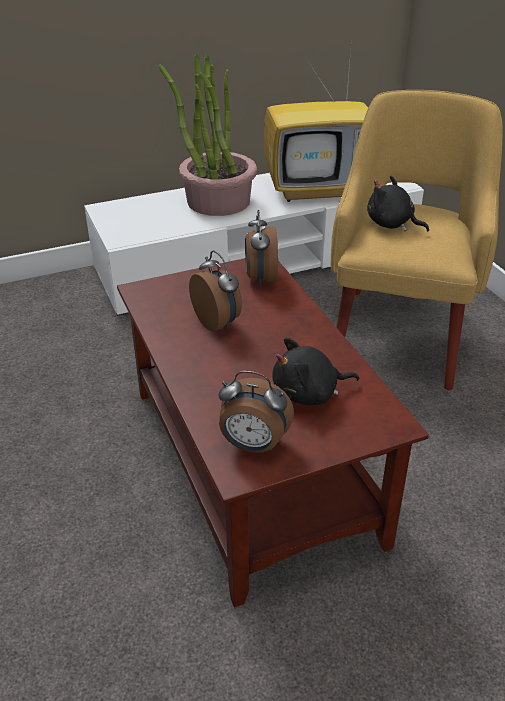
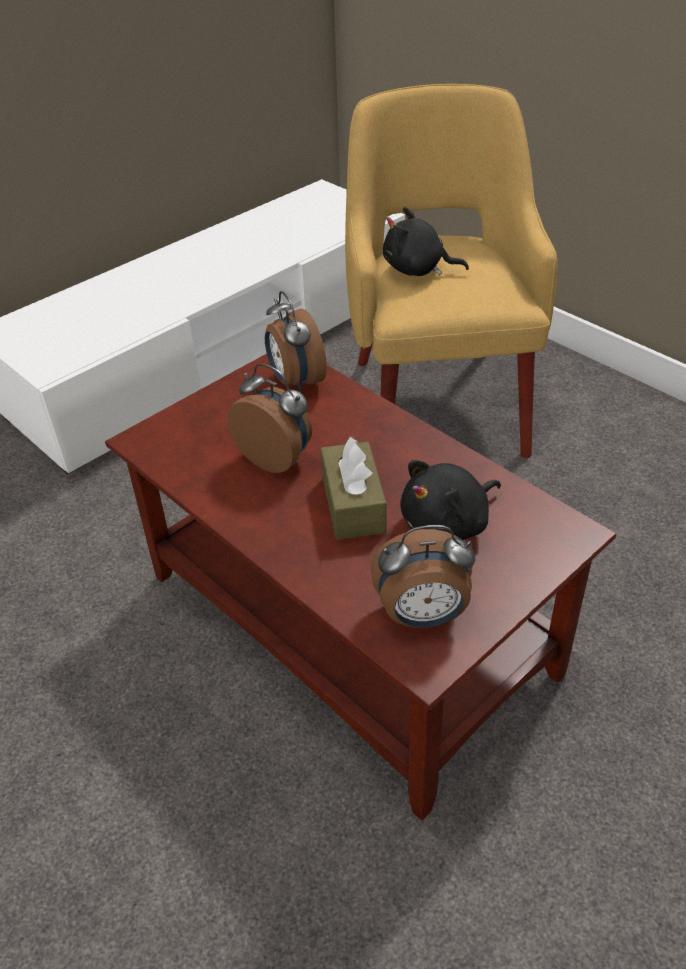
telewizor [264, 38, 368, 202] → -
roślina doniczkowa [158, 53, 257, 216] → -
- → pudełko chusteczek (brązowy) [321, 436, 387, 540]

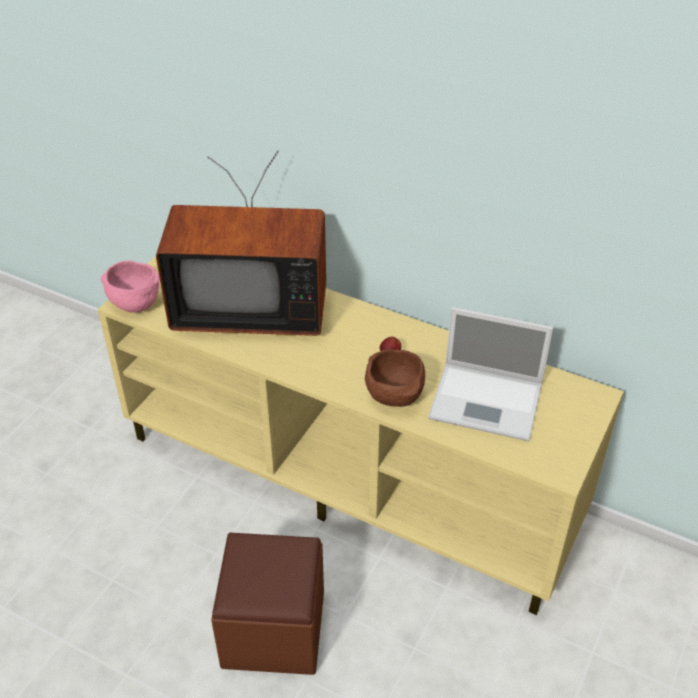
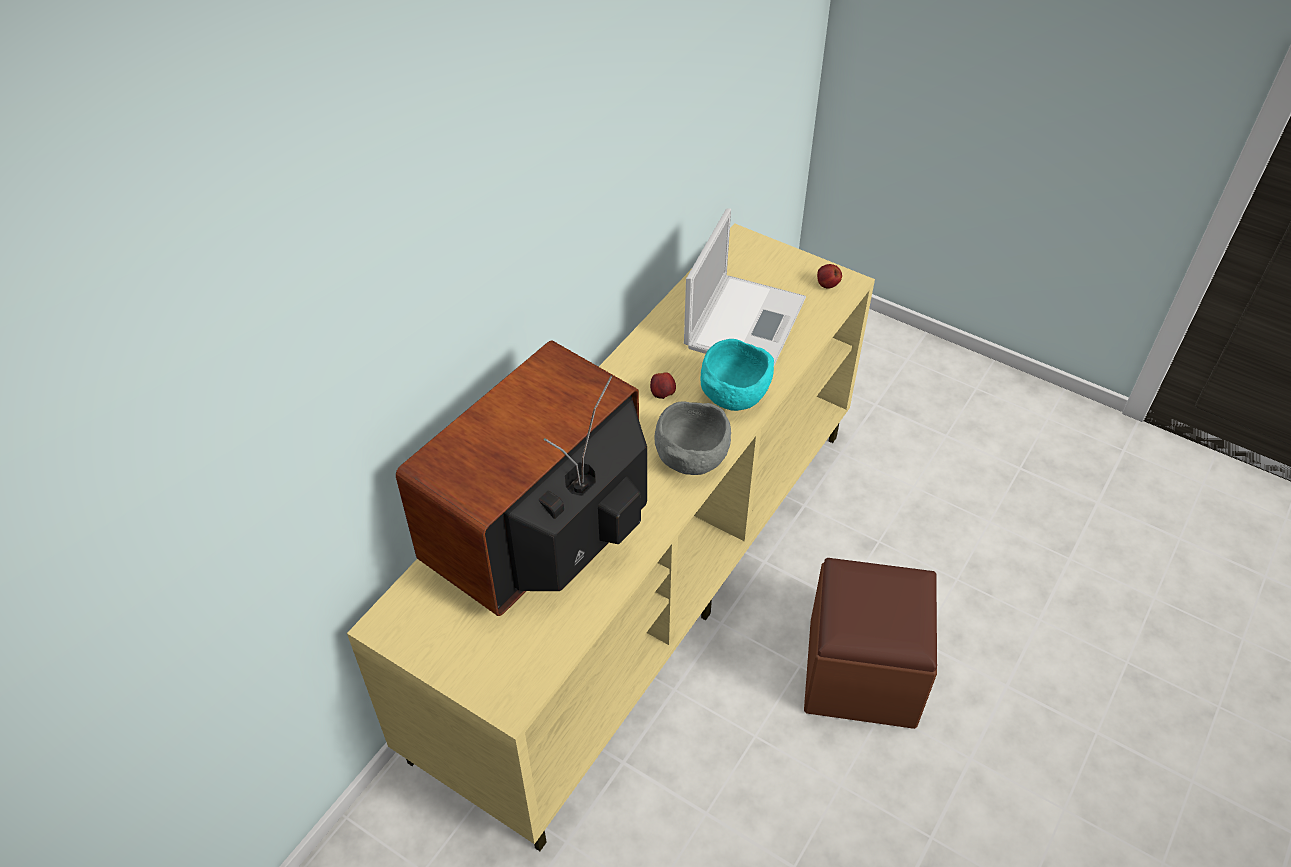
telewizor [156, 150, 326, 336] → telewizor [396, 340, 647, 616], 150 degrees counterclockwise
miska (różowy) [101, 261, 160, 313] → -
miska (brązowy) [365, 349, 425, 407] → miska (turkusowy) [701, 339, 774, 411]
- → jabłko [817, 264, 842, 289]
- → miska (szary) [655, 401, 731, 475]

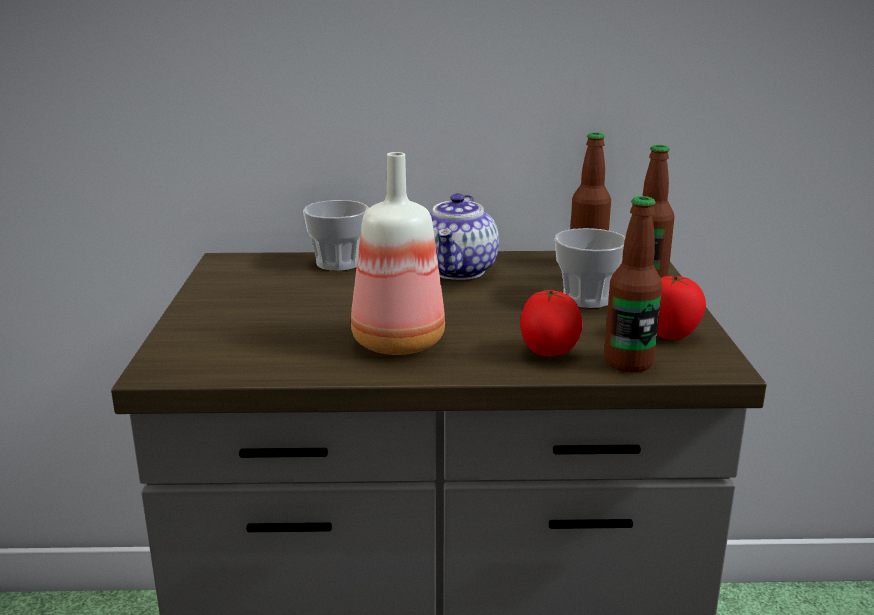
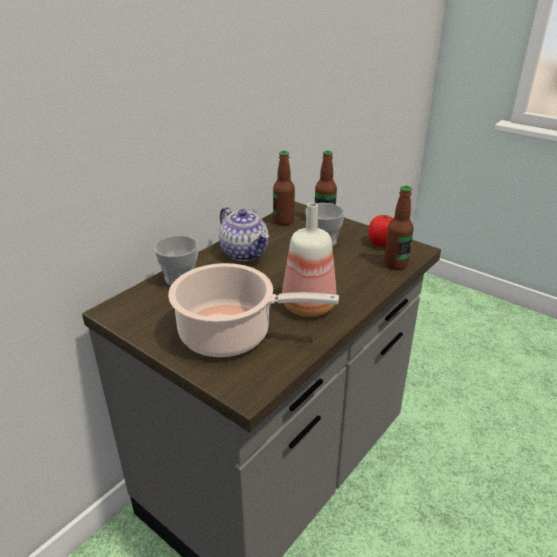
pomidor [520, 289, 583, 357] → -
- → garnek [168, 263, 339, 357]

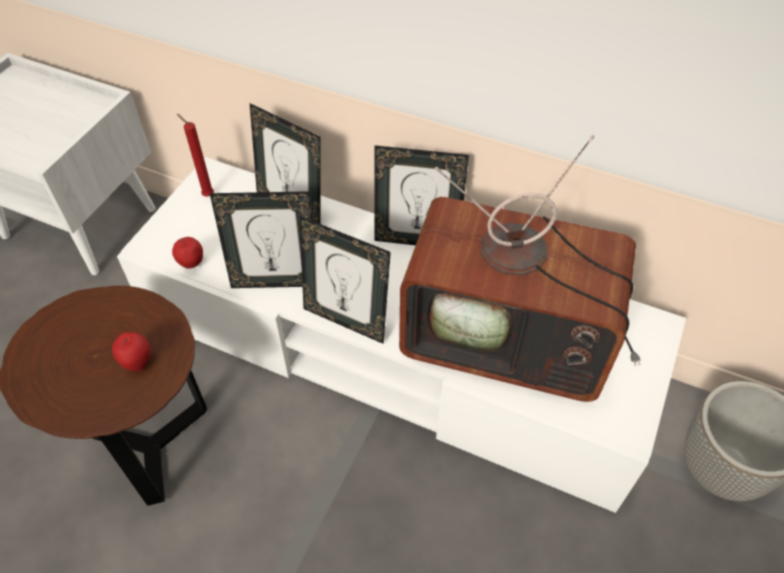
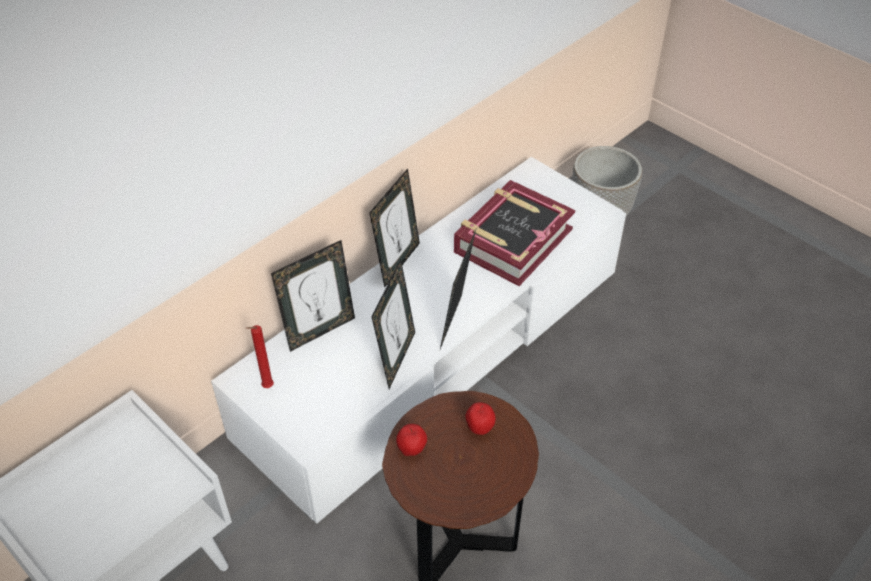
telewizor [399, 134, 641, 402] → książka [454, 180, 575, 286]
ramka na zdjęcie [299, 216, 391, 344] → ramka na zdjęcie [440, 230, 476, 349], 150 degrees clockwise
jabłko [172, 237, 203, 269] → jabłko [396, 424, 427, 456], move

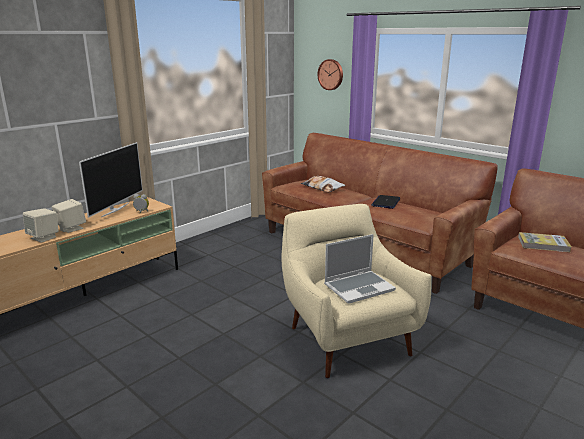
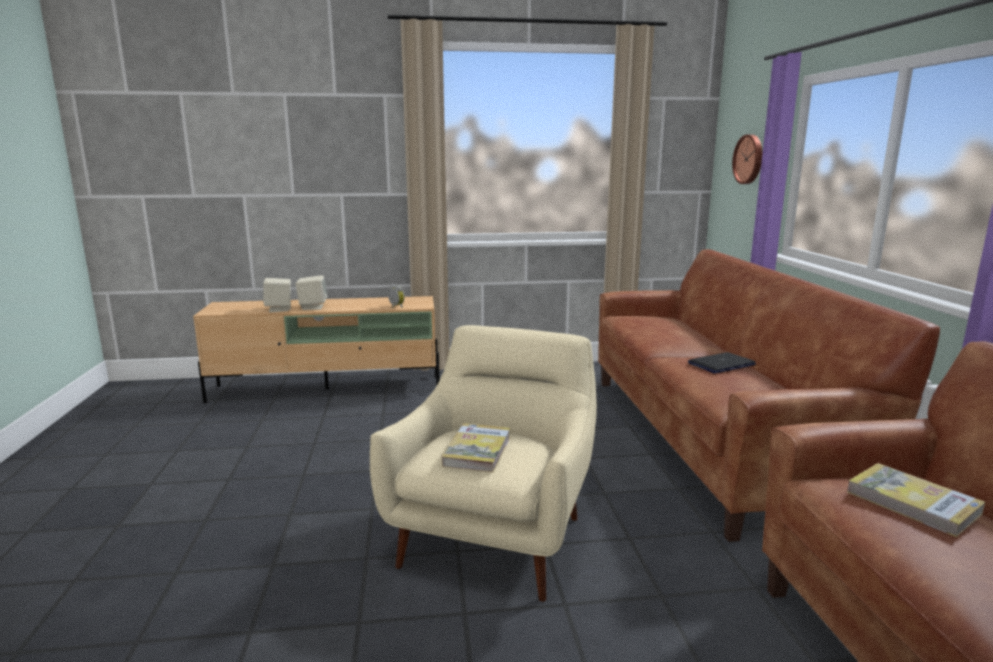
telewizor [79, 142, 143, 218] → -
poduszka [301, 176, 345, 192] → -
laptop [324, 234, 396, 304] → książka [442, 423, 510, 472]

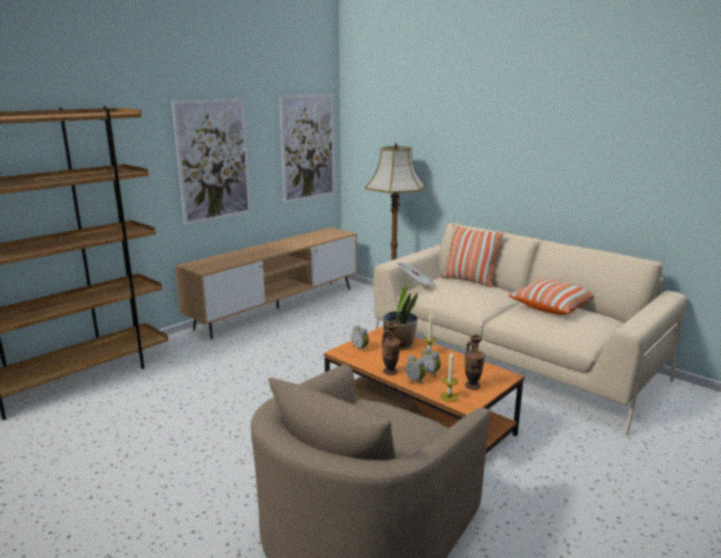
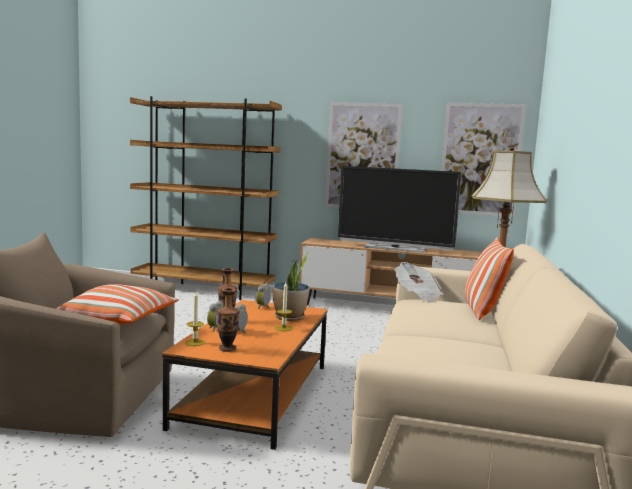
poduszka [508, 279, 595, 315] → poduszka [56, 284, 178, 324], move
- → telewizor [338, 166, 462, 253]

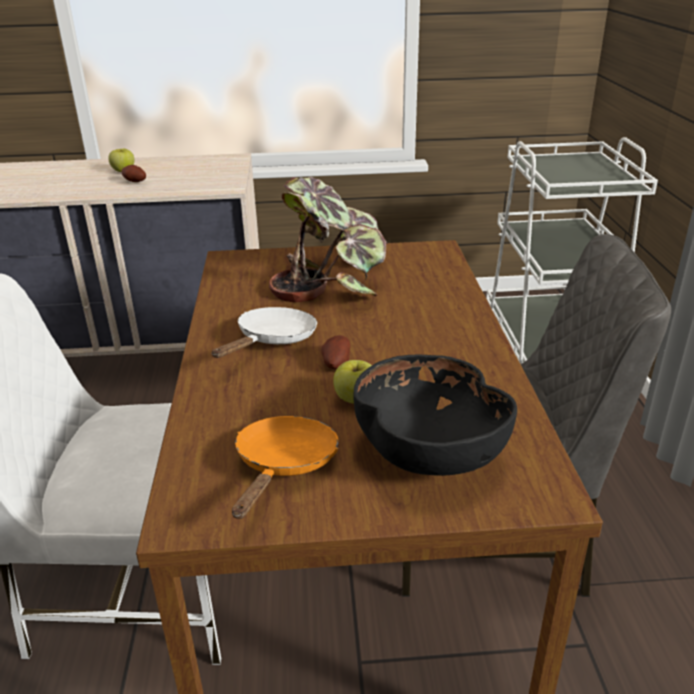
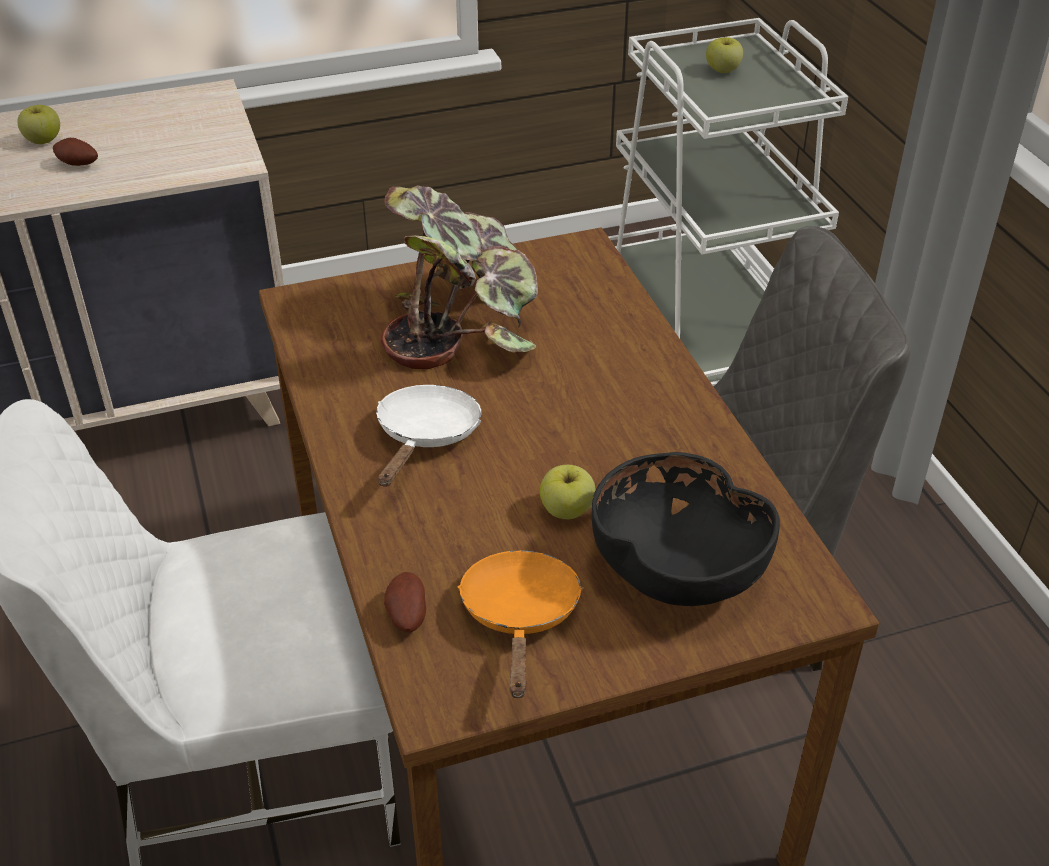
ziemniak [321, 335, 350, 369] → ziemniak [384, 572, 426, 632], move
- → jabłko [706, 37, 743, 73]

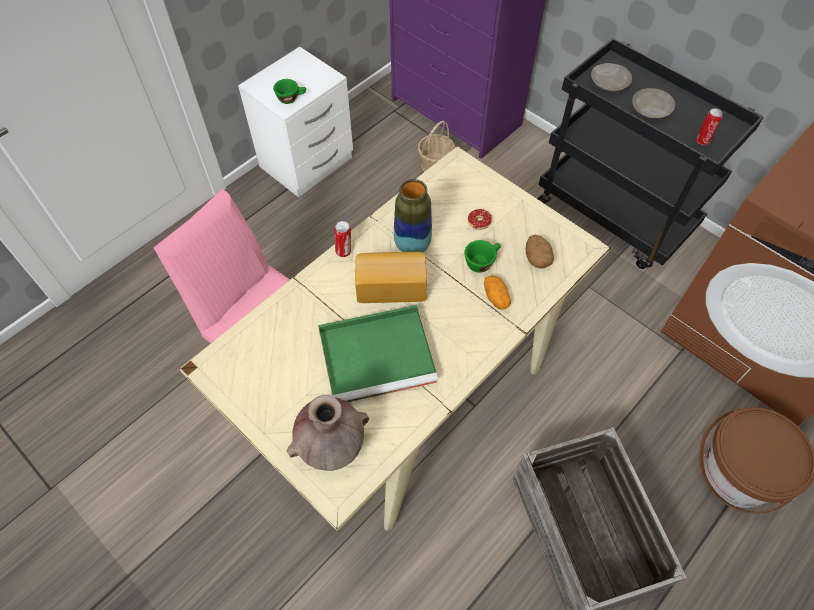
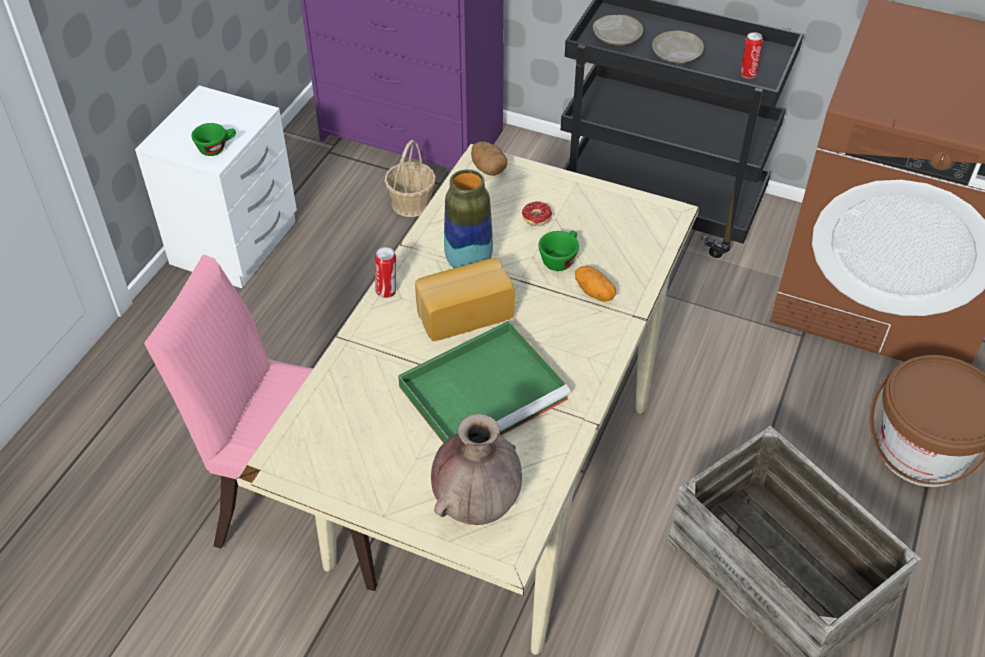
ziemniak [525, 235, 554, 269] → ziemniak [471, 141, 507, 176], move

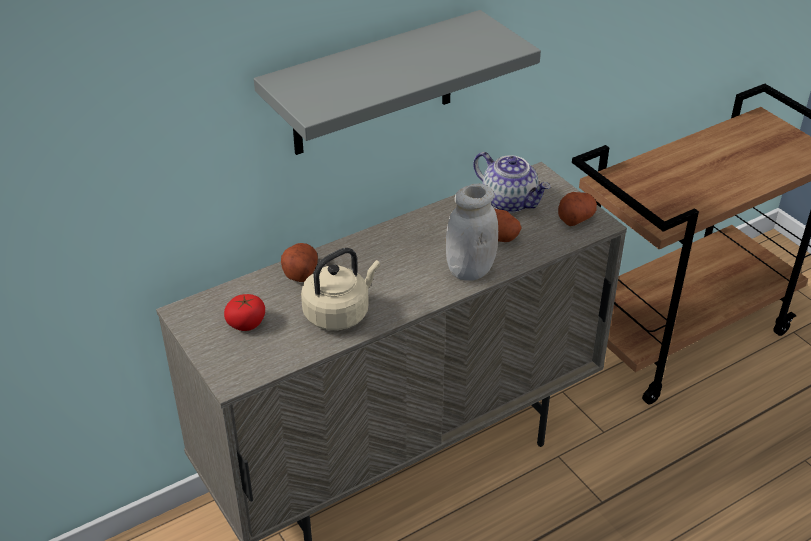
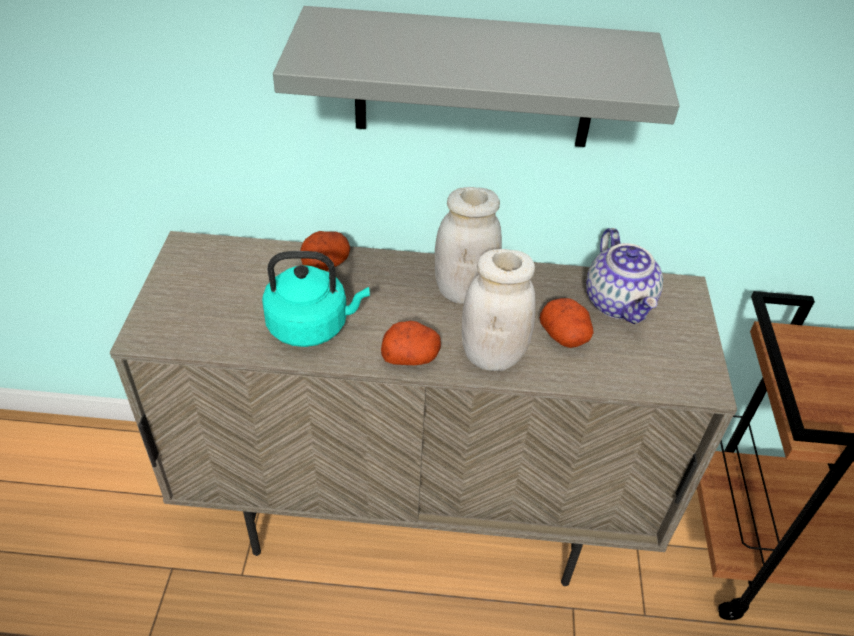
ziemniak [558, 192, 597, 226] → ziemniak [381, 321, 441, 365], move
czajnik (beżowy) [301, 248, 380, 330] → czajnik (turkusowy) [262, 251, 370, 347]
pomidor [224, 294, 265, 331] → -
- → słoik (biały) [435, 187, 502, 304]

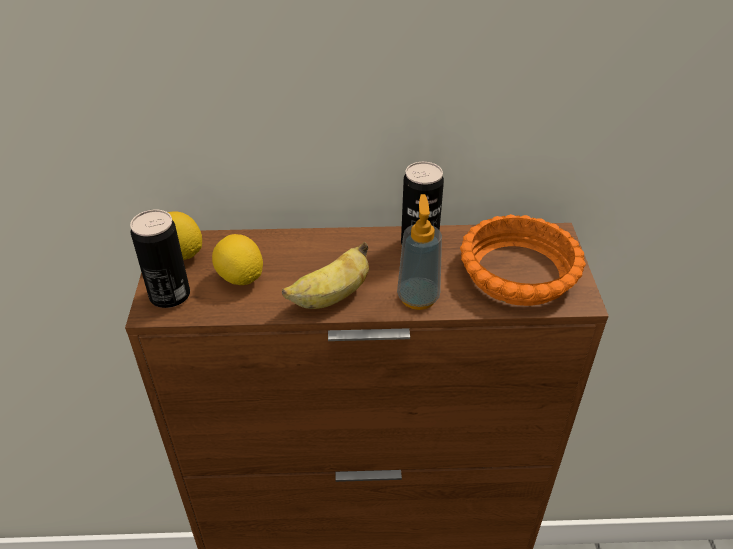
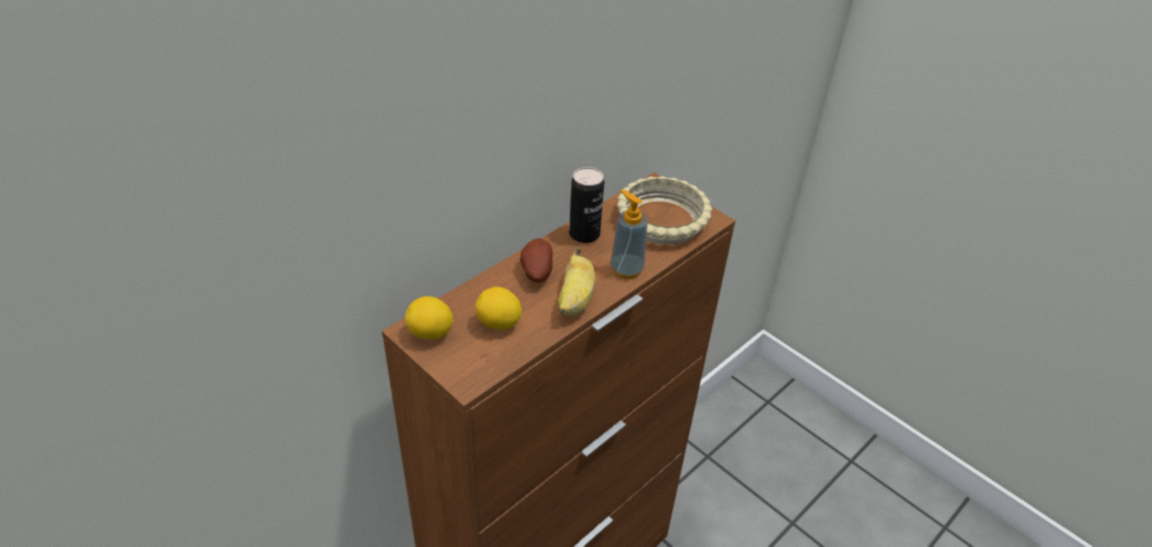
puszka [130, 209, 190, 308] → -
miska (pomarańczowy) [460, 214, 586, 306] → miska (beżowy) [617, 176, 712, 245]
- → ziemniak [520, 238, 553, 282]

